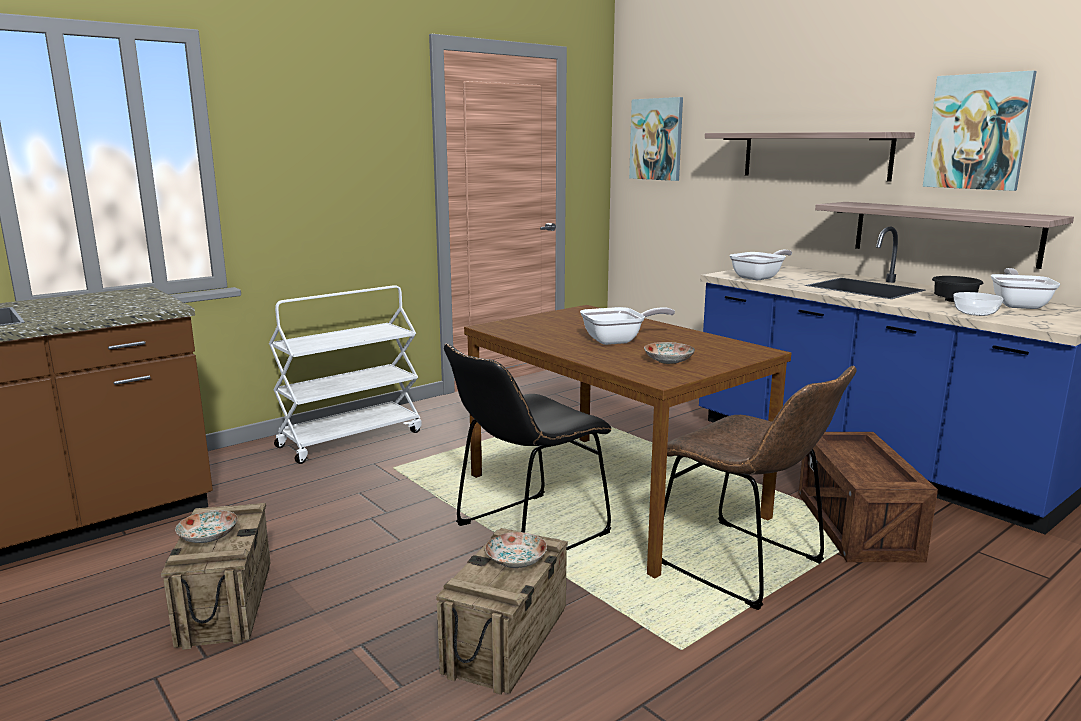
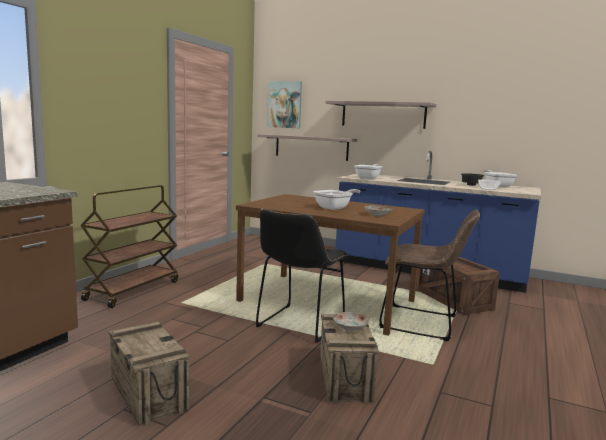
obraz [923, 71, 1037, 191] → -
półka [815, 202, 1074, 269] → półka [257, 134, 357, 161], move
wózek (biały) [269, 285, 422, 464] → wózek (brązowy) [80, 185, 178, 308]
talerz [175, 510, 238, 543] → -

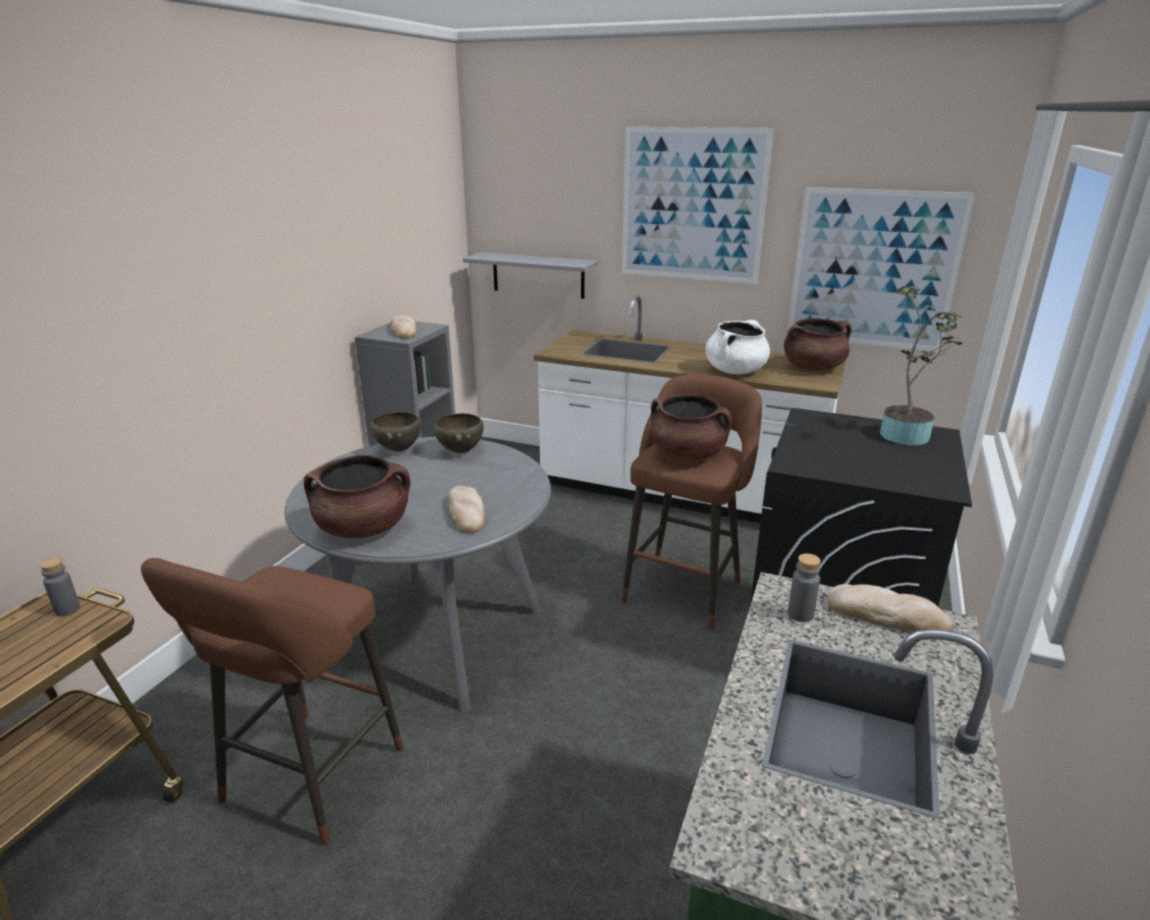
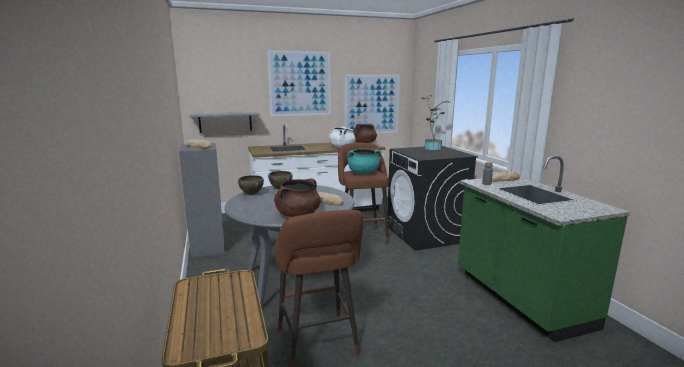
garnek (brązowy) [650, 394, 732, 460] → garnek (turkusowy) [347, 148, 381, 174]
butelka (szary) [40, 558, 80, 616] → -

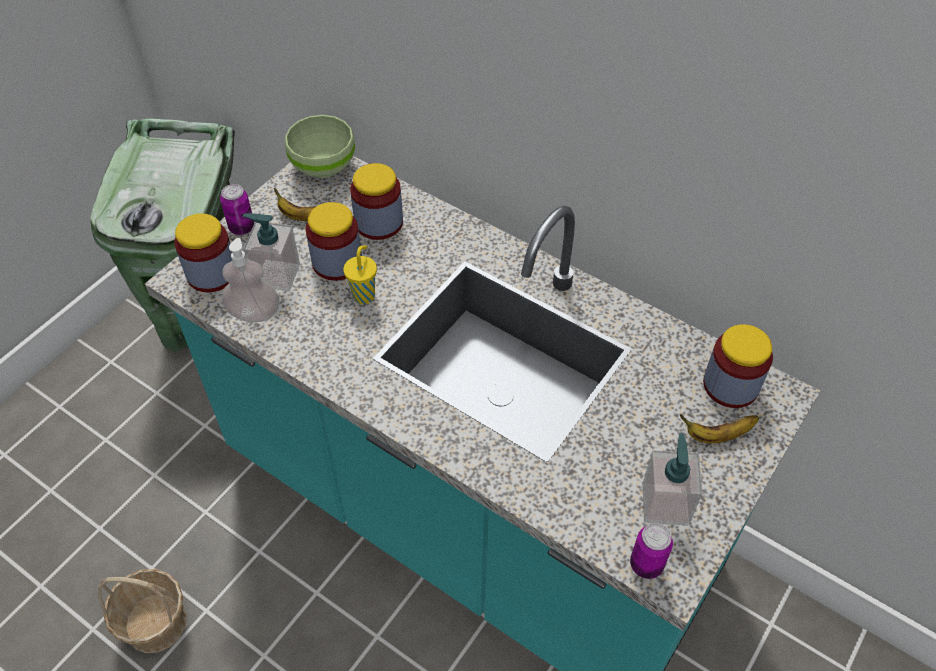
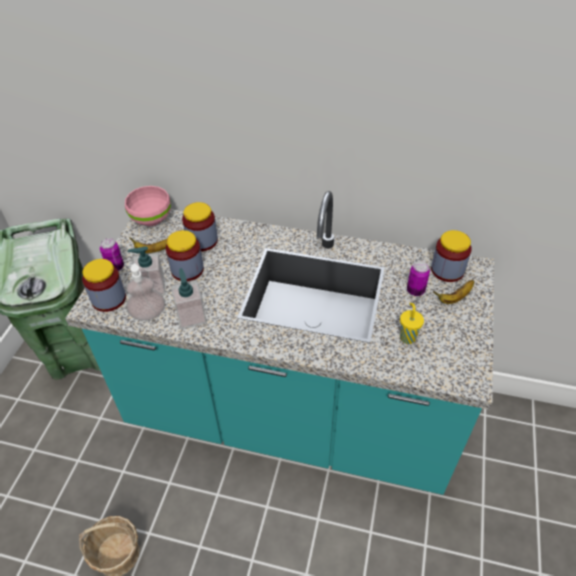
miska (zielony) [285, 115, 355, 178] → miska (różowy) [125, 186, 171, 226]
filiżanka (żółty) [343, 245, 377, 304] → filiżanka (żółty) [400, 303, 424, 344], move
dozownik mydła [642, 433, 702, 526] → dozownik mydła [171, 268, 207, 329], move
puszka [630, 523, 673, 579] → puszka [407, 261, 430, 296], move

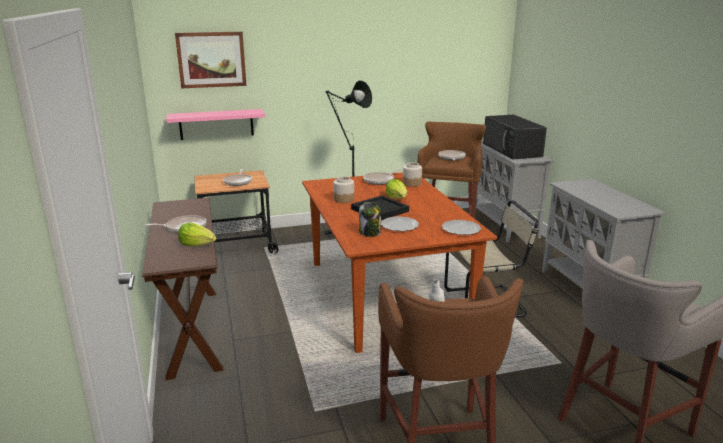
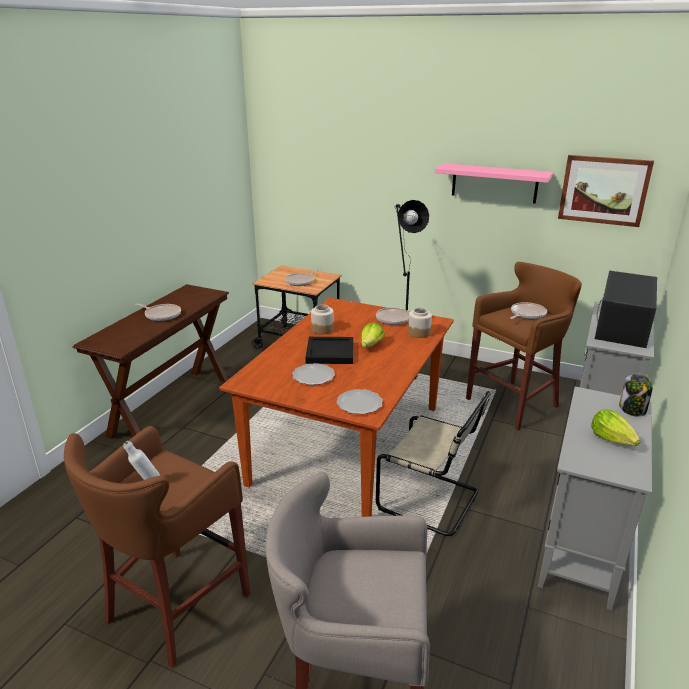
obraz [175, 32, 247, 88] → obraz [558, 155, 654, 227], move
półka (różowy) [166, 109, 265, 140] → półka (różowy) [435, 163, 553, 204], move
słoik [359, 202, 381, 237] → słoik [619, 373, 653, 417], move
sałata [178, 222, 217, 246] → sałata [591, 410, 641, 446], move

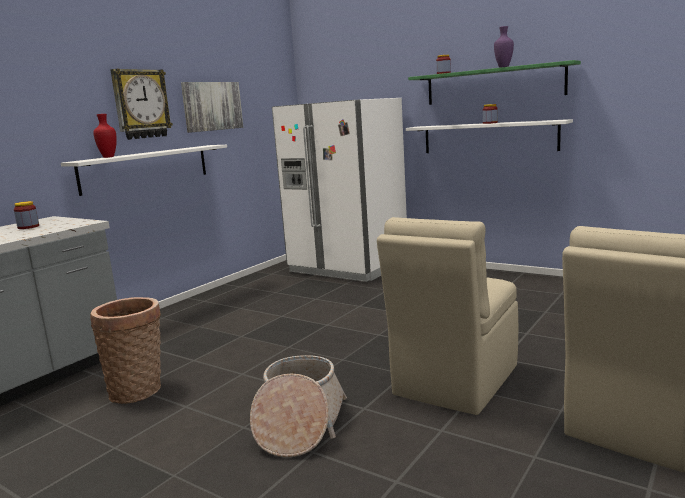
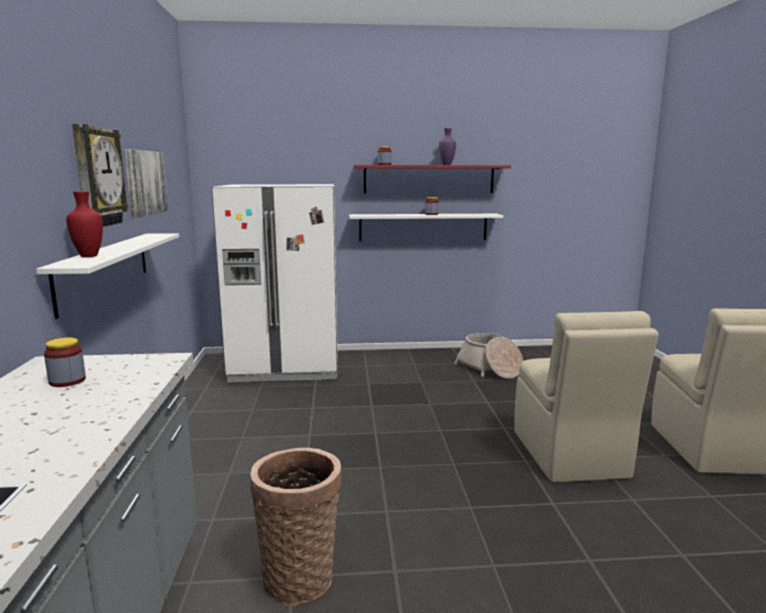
półka (zielony) [408, 60, 581, 105] → półka (czerwony) [353, 165, 511, 193]
koszyk [250, 355, 347, 457] → koszyk [454, 333, 523, 379], move

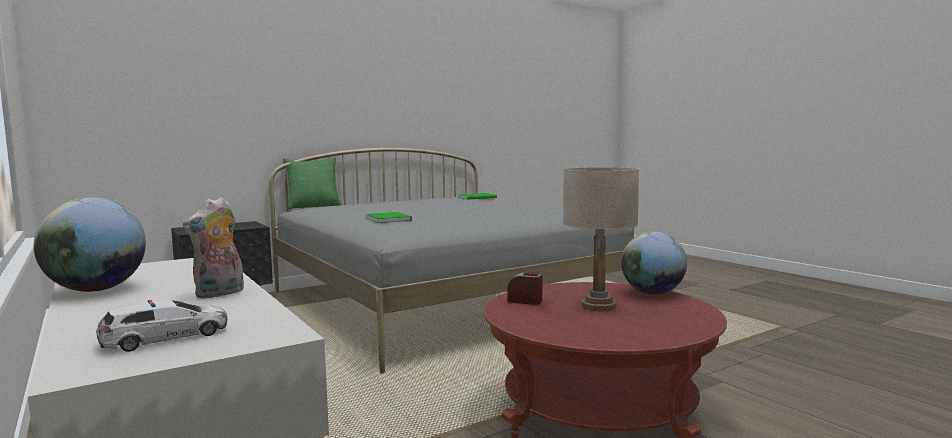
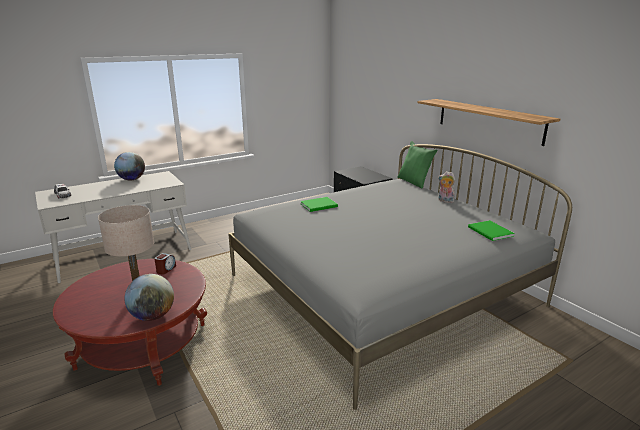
pluszak [183, 197, 244, 299] → pluszak [438, 171, 455, 203], move
- → półka [418, 99, 560, 146]

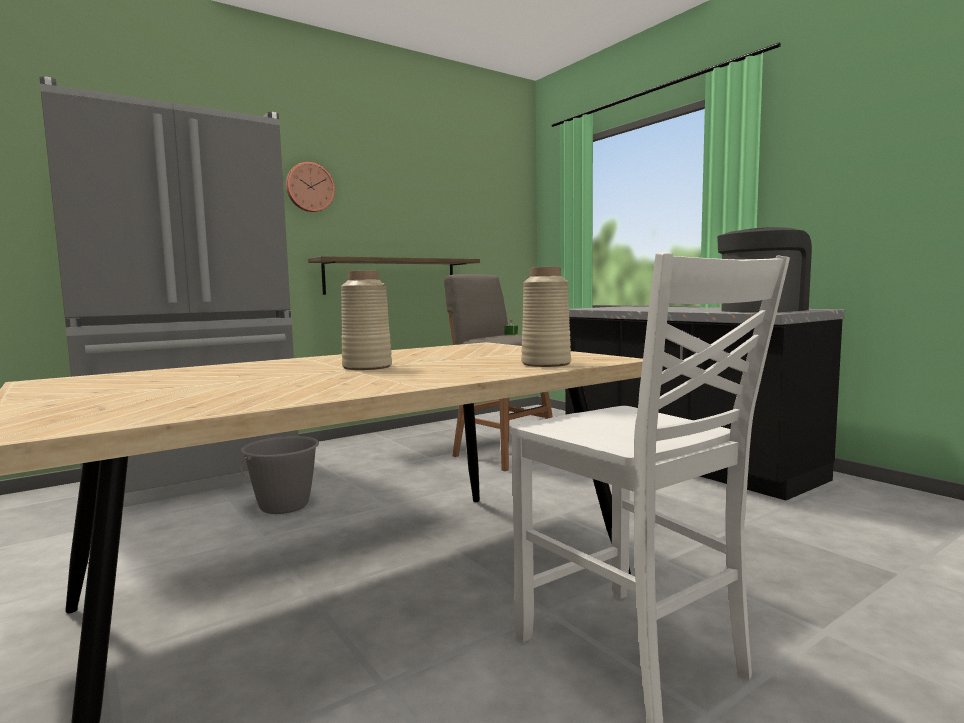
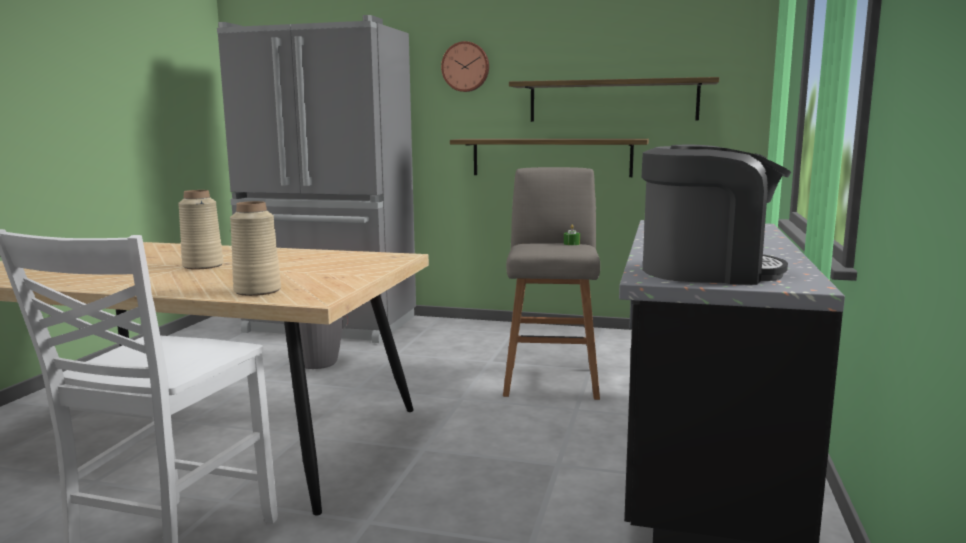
- → półka [509, 77, 719, 122]

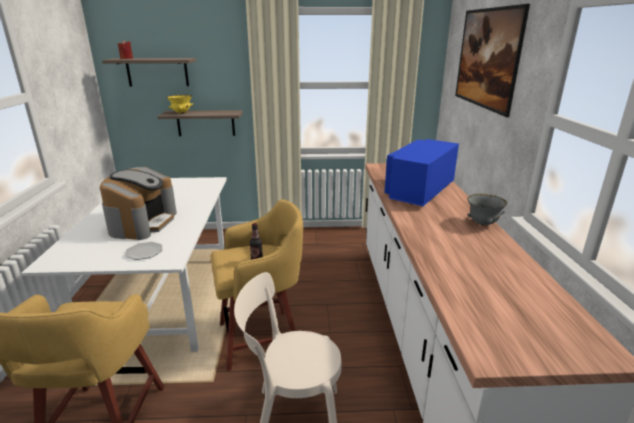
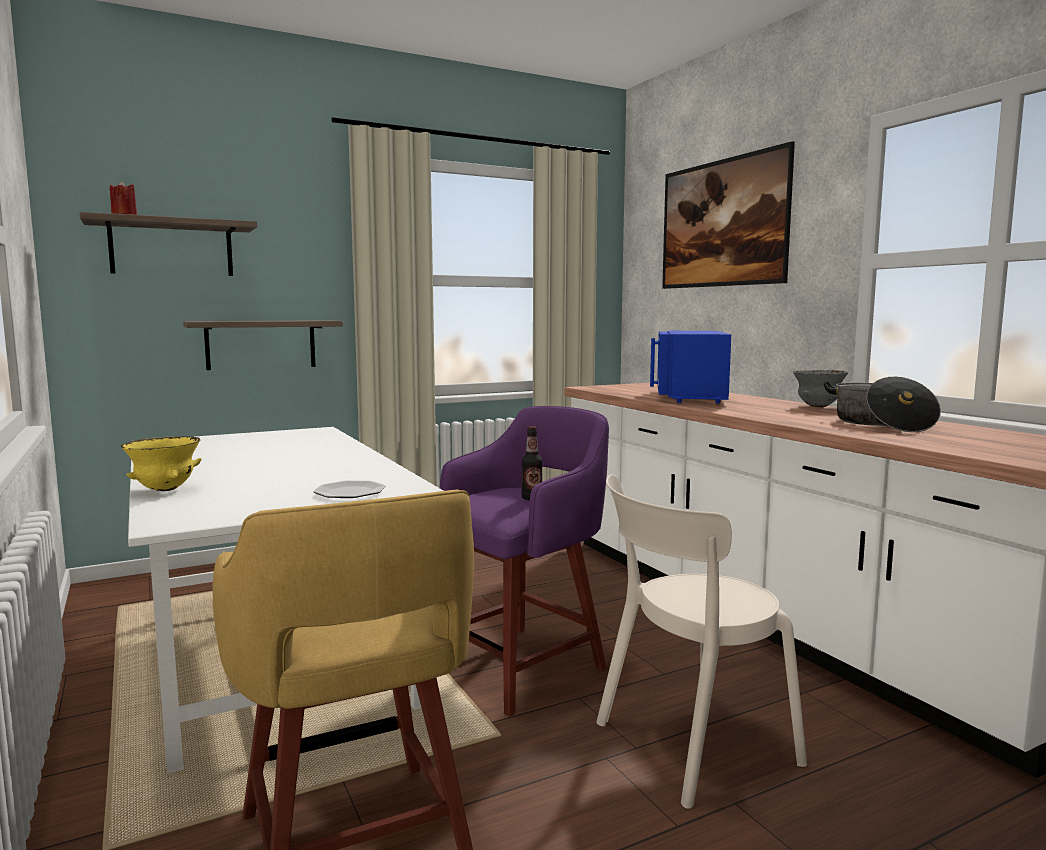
miska (żółty) [167, 95, 194, 113] → miska (żółty) [121, 436, 202, 491], move
ekspres do kawy [100, 167, 177, 240] → -
stołek (żółty) [210, 199, 303, 371] → stołek (fioletowy) [440, 406, 609, 717]
- → garnek [824, 377, 941, 432]

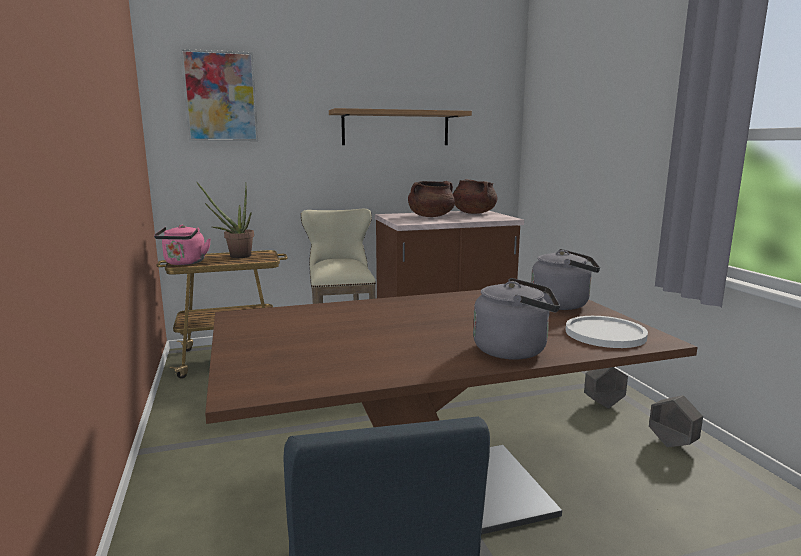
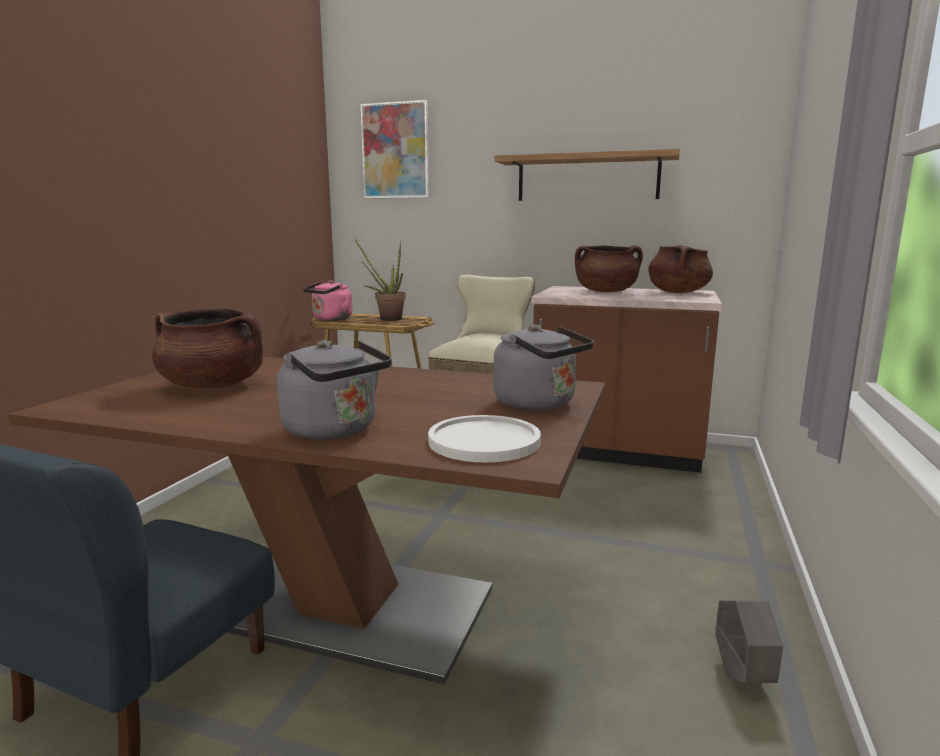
donica (szary) [584, 367, 628, 409] → -
- → garnek (brązowy) [152, 308, 263, 389]

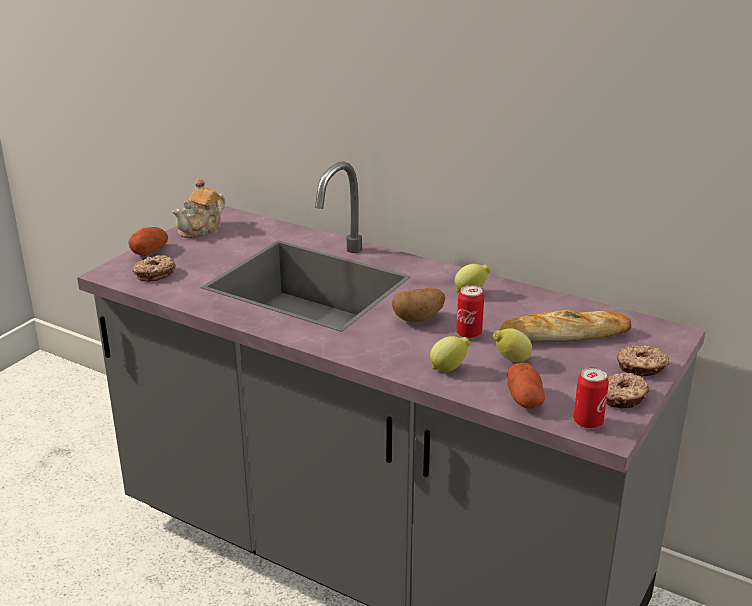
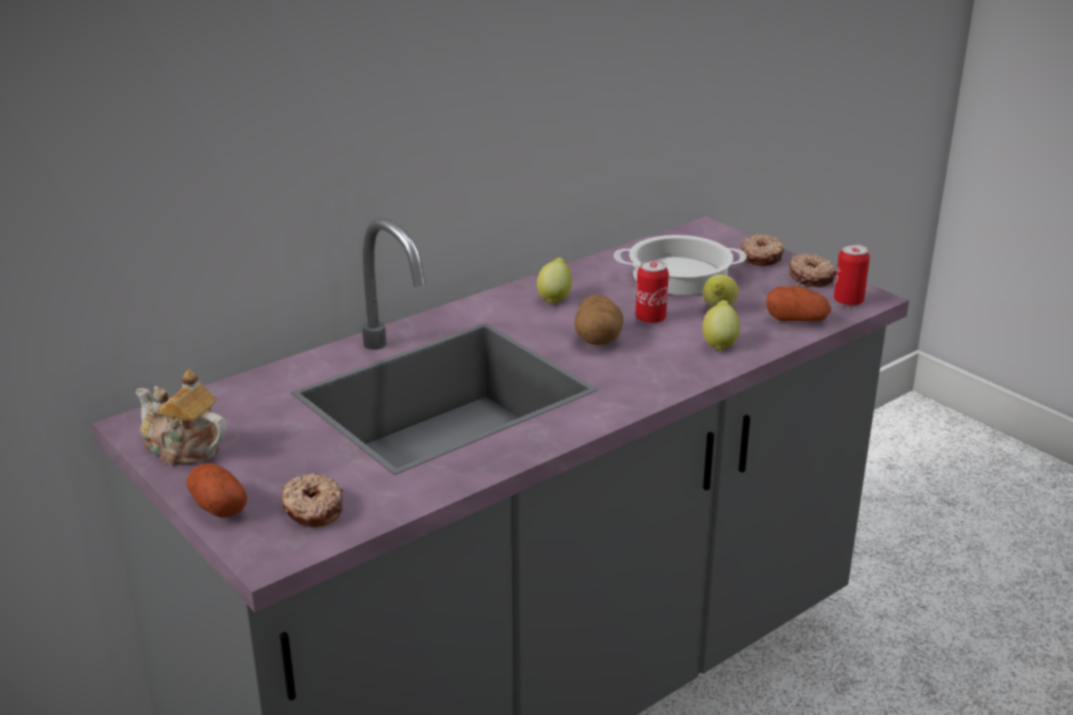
imbryk [172, 179, 225, 238] → imbryk [135, 369, 227, 465], 150 degrees clockwise
chleb [499, 310, 631, 342] → garnek [614, 235, 747, 295]

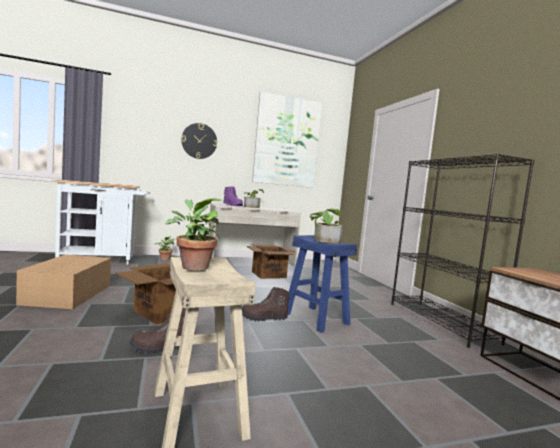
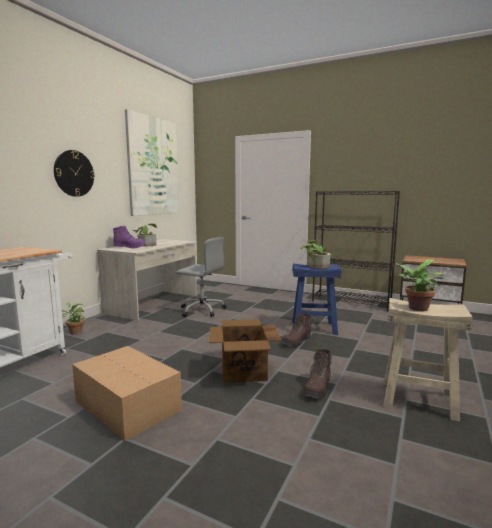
karton [247, 244, 296, 279] → krzesło biurowe (szary) [176, 237, 227, 317]

